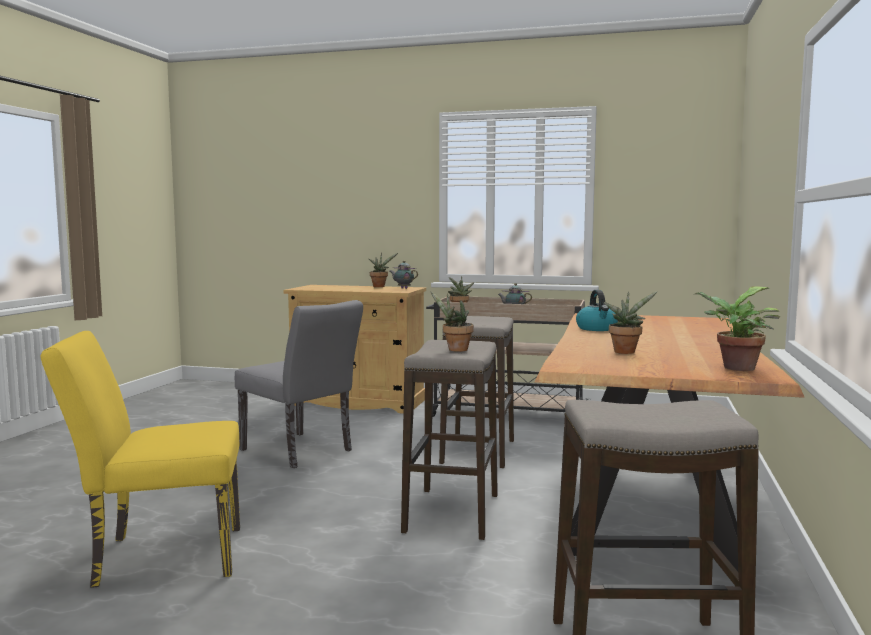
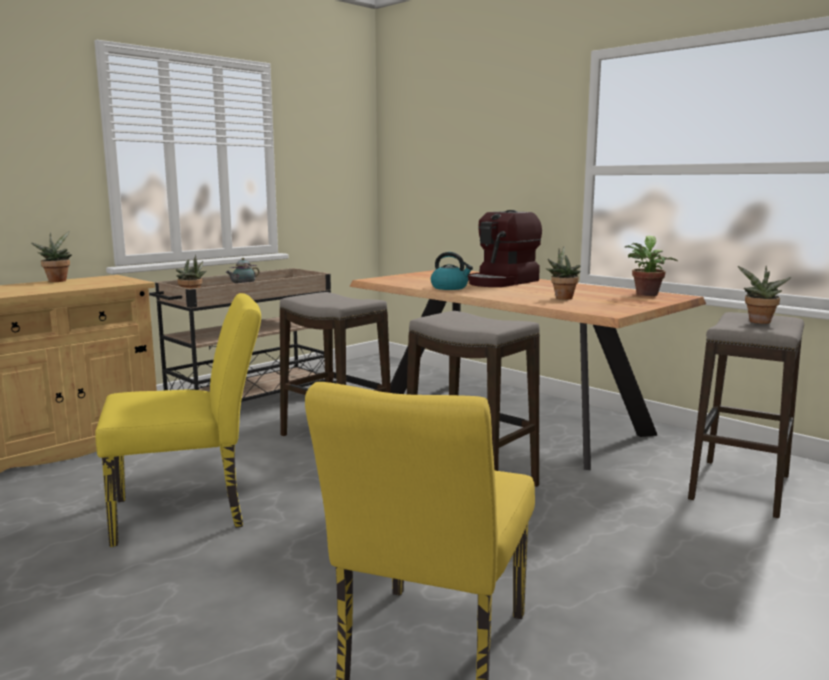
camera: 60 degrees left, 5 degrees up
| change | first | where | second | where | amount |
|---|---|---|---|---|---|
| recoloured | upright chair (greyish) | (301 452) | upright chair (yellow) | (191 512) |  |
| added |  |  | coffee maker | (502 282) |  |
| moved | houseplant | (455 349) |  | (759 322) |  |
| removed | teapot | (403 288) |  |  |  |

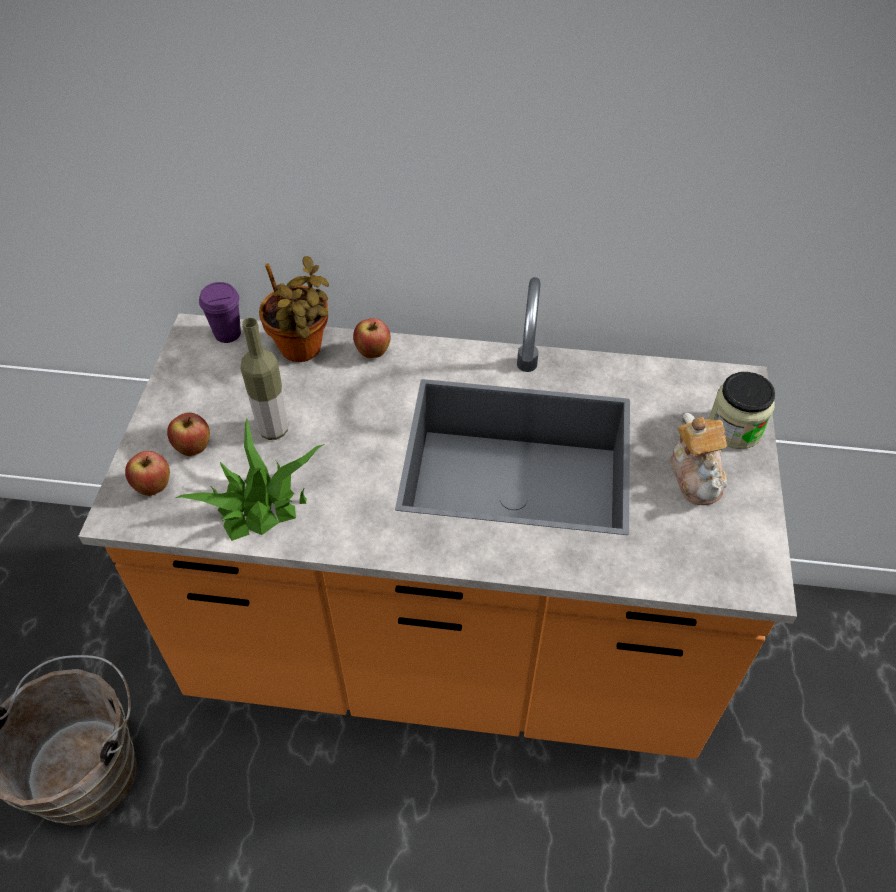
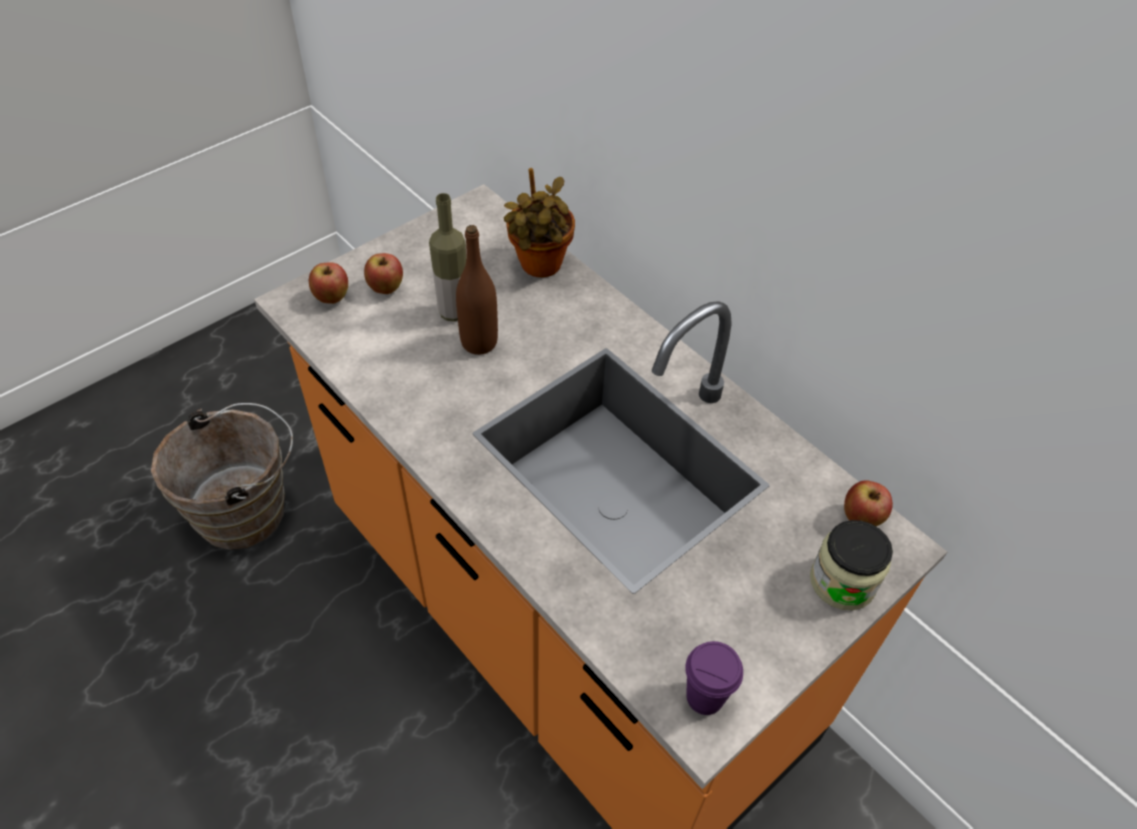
camera: 40 degrees right, 0 degrees up
| change | first | where | second | where | amount |
|---|---|---|---|---|---|
| added |  |  | drink bottle (brown) | (479 342) |  |
| moved | cup (purplish) | (227 334) |  | (705 697) |  |
| moved | whole apple | (373 353) |  | (861 519) |  |
| removed | houseplant | (259 504) |  |  |  |
| removed | teapot | (696 475) |  |  |  |

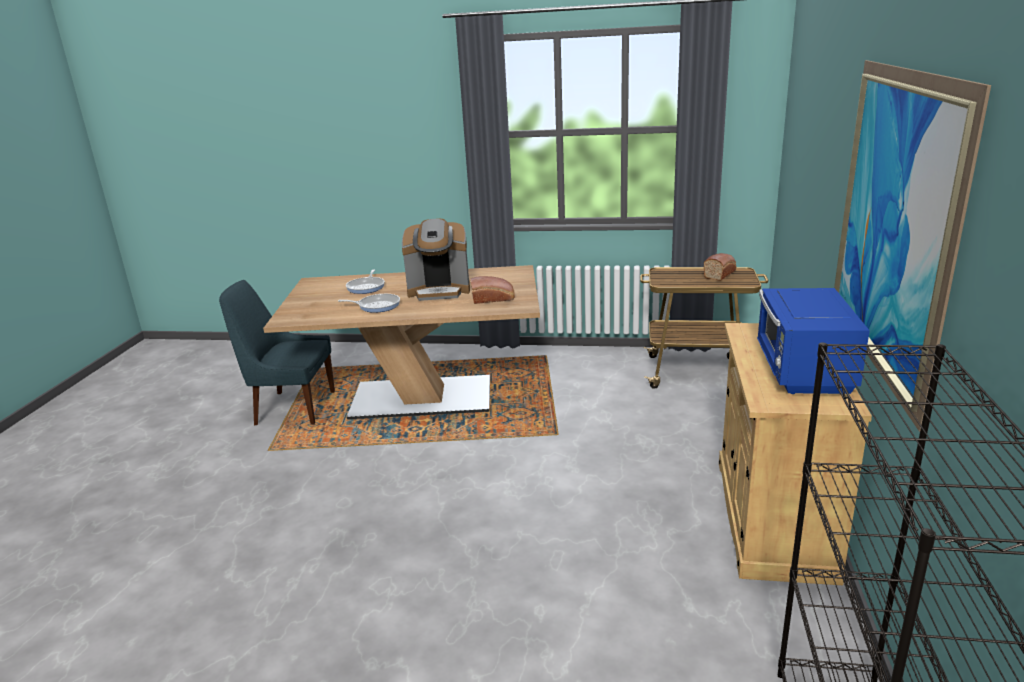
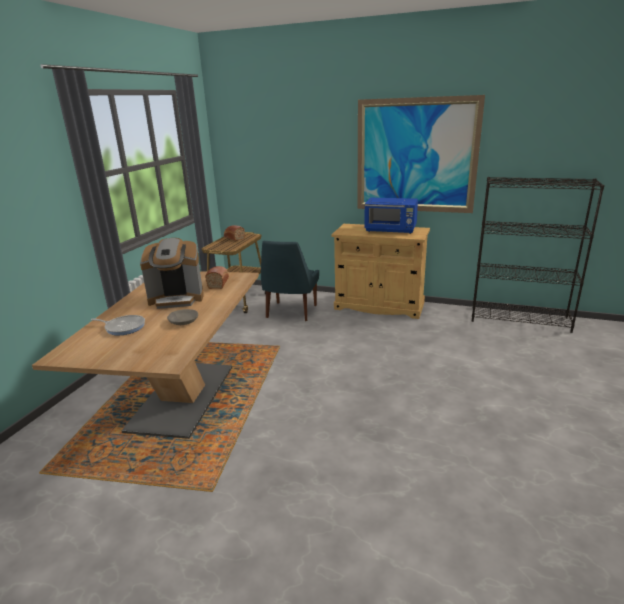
camera: 80 degrees left, 0 degrees up
| change | first | where | second | where | amount |
|---|---|---|---|---|---|
| turned | coffee maker | (439 291) |  | (177 299) | 75 degrees clockwise |
| replaced | pan | (377 306) | serving bowl (greyish) | (183 321) |  |
| moved | upright chair (bluish) | (292 408) |  | (291 312) |  |

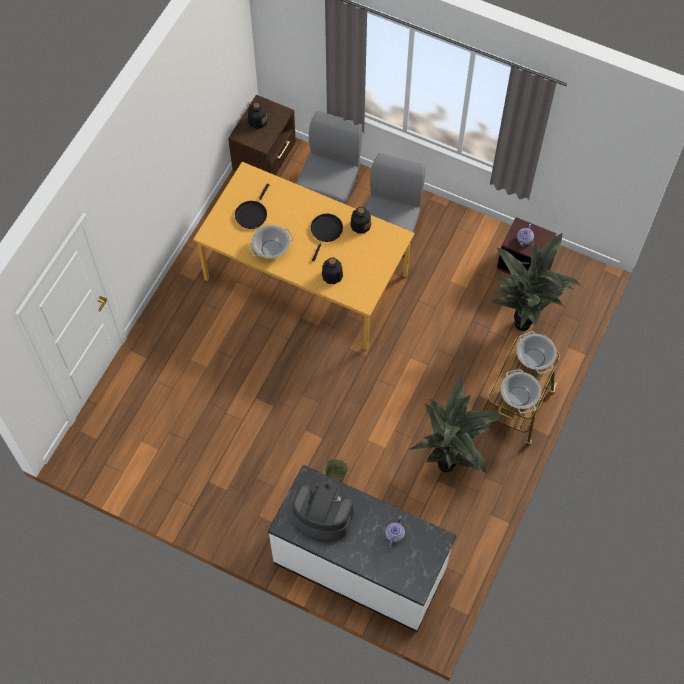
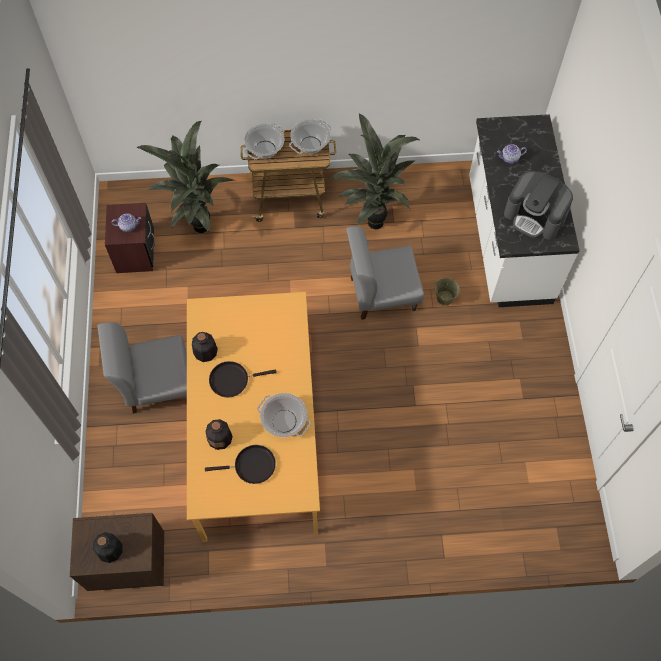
camera: 120 degrees left, 0 degrees up
| change | first | where | second | where | amount |
|---|---|---|---|---|---|
| moved | drink bottle | (332 275) |  | (220 437) |  |
| moved | upright chair (greyish) | (329 189) |  | (382 293) |  |
| turned | coffee maker | (322 516) |  | (535 216) | 45 degrees counterclockwise |

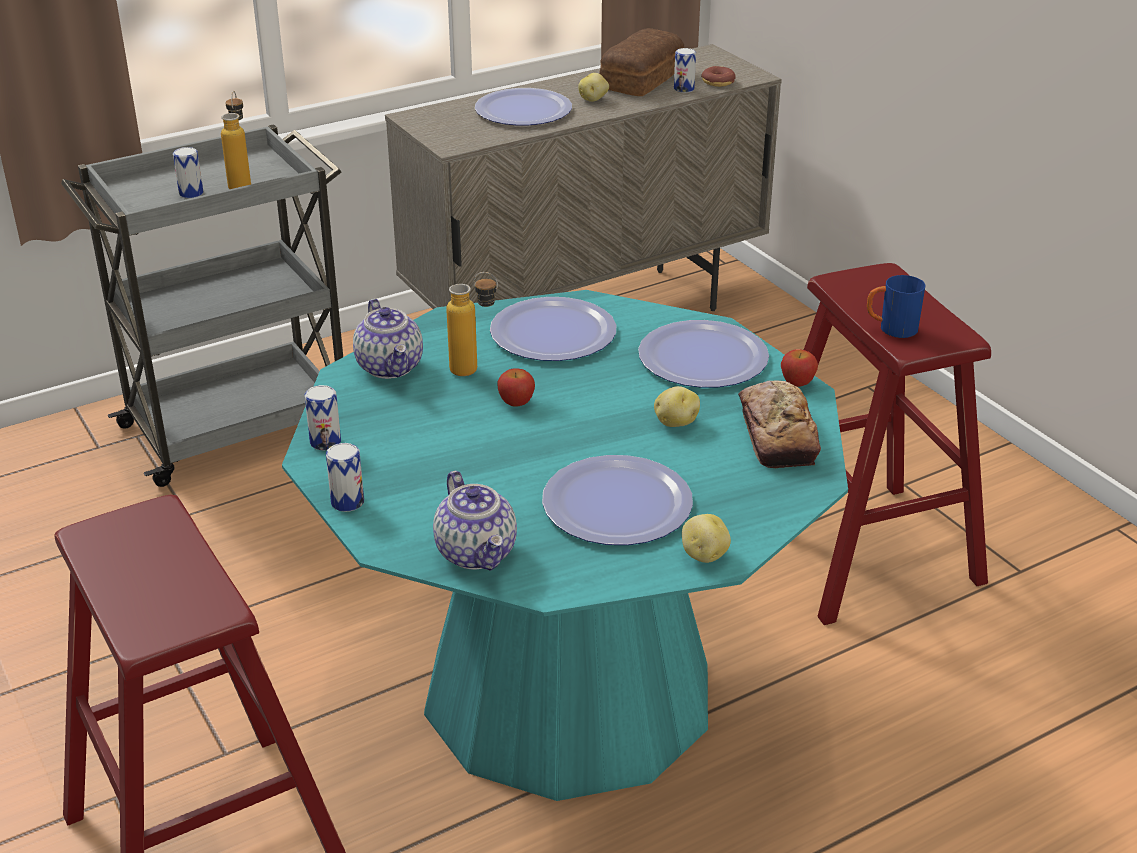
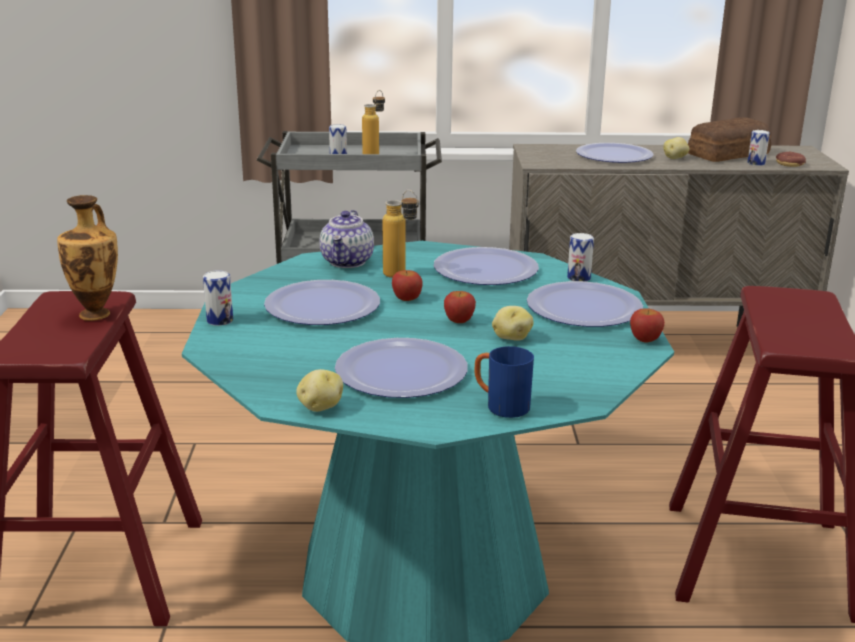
camera: 30 degrees right, 10 degrees down
| change | first | where | second | where | amount |
|---|---|---|---|---|---|
| added |  |  | decorative vase | (97 314) |  |
| added |  |  | dinner plate | (322 306) |  |
| moved | potato | (703 555) |  | (320 407) |  |
| added |  |  | whole apple | (459 321) |  |
| moved | coffee mug (bluish) | (891 329) |  | (500 406) |  |
| moved | metal can | (325 442) |  | (578 278) |  |
| removed | teapot | (477 553) |  |  |  |
| removed | bakery bread | (777 435) |  |  |  |

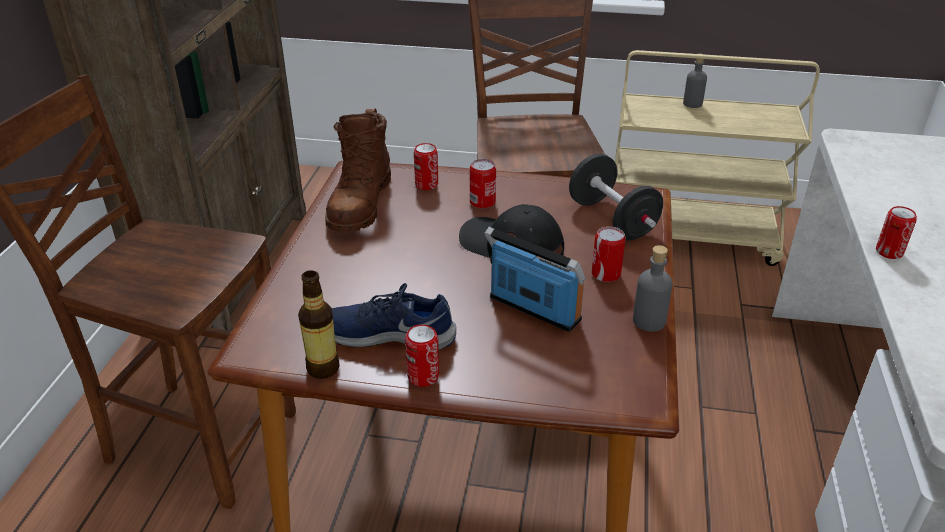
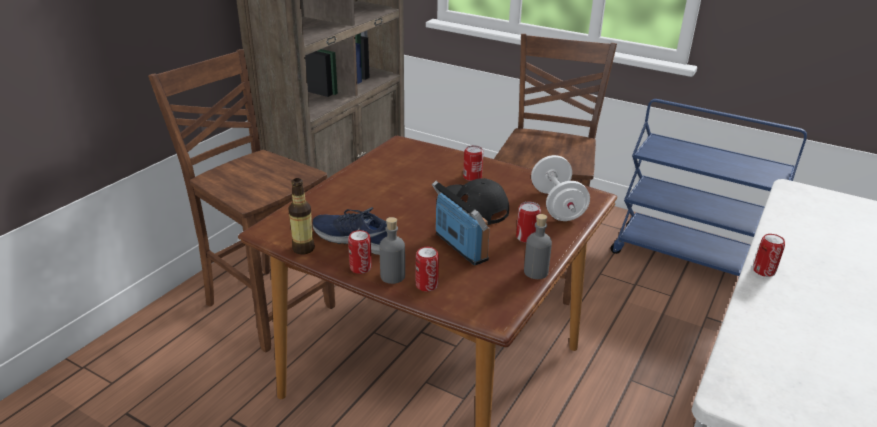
camera: 20 degrees right, 5 degrees down
| change | first | where | second | where | amount |
|---|---|---|---|---|---|
| moved | drink bottle (greyish) | (692 104) |  | (392 276) |  |
| moved | metal can | (426 185) |  | (426 285) |  |
| recoloured | free weight (blackish) | (612 219) | free weight (white-coloured) | (557 205) |  |
| recoloured | wheeled cart (beige) | (689 238) | wheeled cart (bluish) | (689 259) |  |
| removed | high-top boot (brown) | (360 204) |  |  |  |

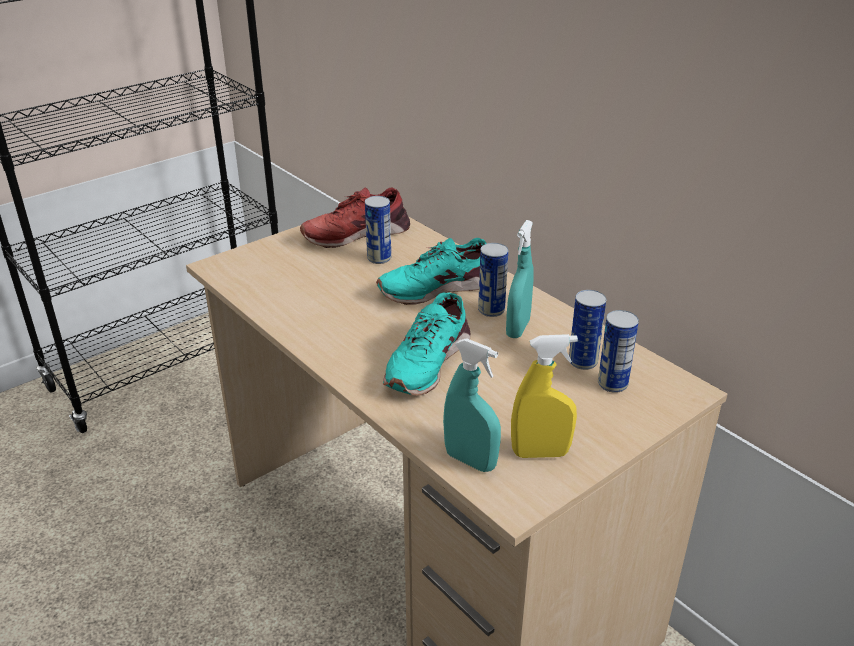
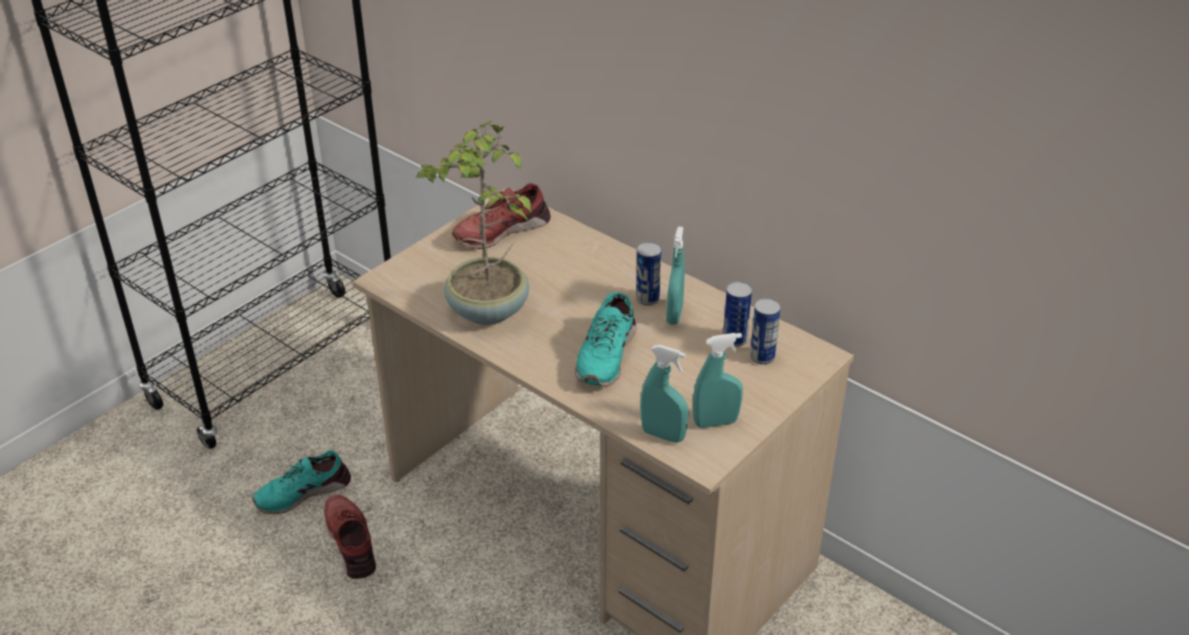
camera: 10 degrees left, 5 degrees up
| change | first | where | second | where | amount |
|---|---|---|---|---|---|
| moved | shoe (turquoise) | (437 287) |  | (302 492) |  |
| added |  |  | shoe (reddish) | (352 541) |  |
| added |  |  | houseplant | (487 311) |  |
| recoloured | sprayer (yellow) | (540 453) | sprayer (turquoise) | (715 422) |  |
| removed | metal can | (379 258) |  |  |  |

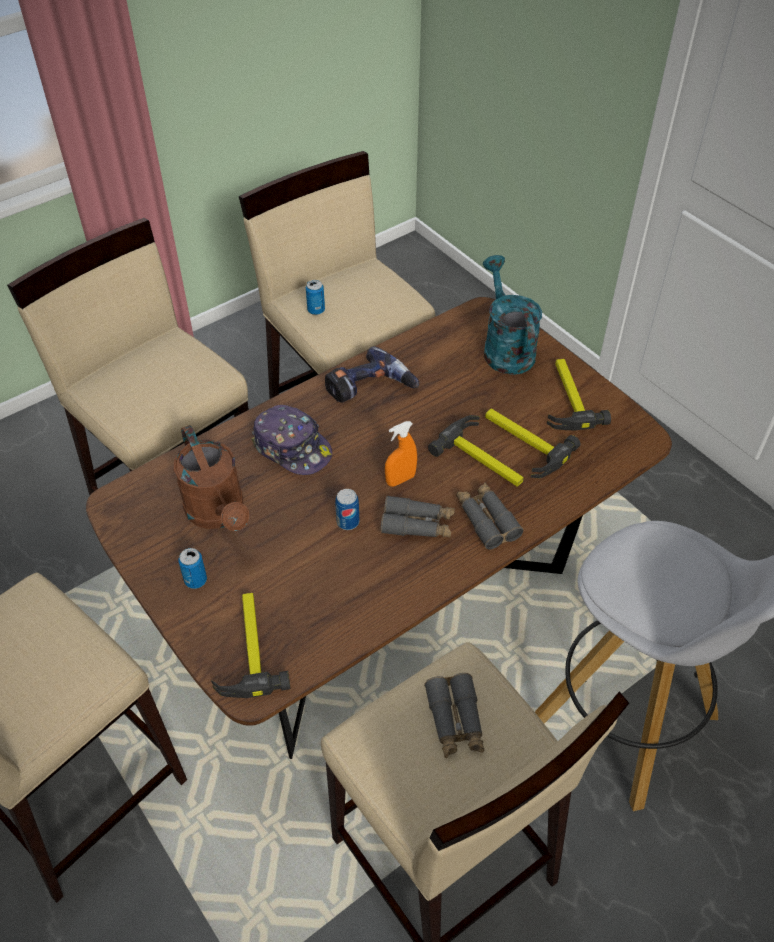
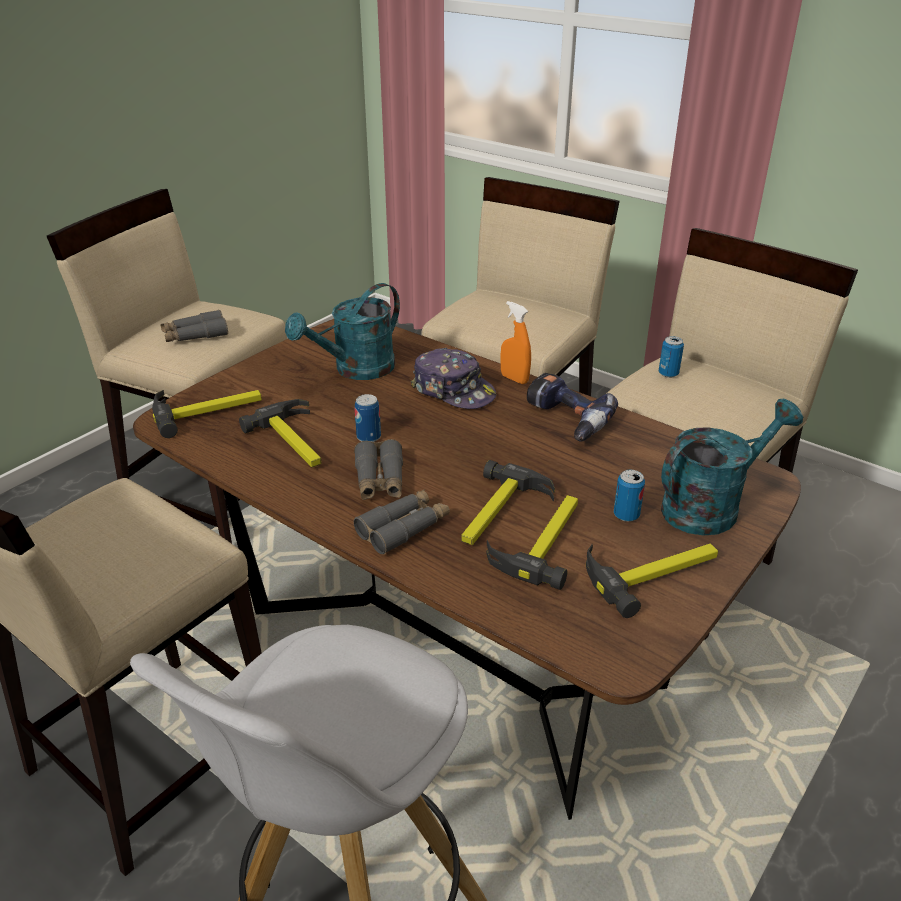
camera: 75 degrees right, 15 degrees down
| change | first | where | second | where | amount |
|---|---|---|---|---|---|
| moved | binoculars (greyish) | (455 721) |  | (195 335) |  |
| added |  |  | hand hammer | (295 442) |  |
| recoloured | watering pot (brown) | (219 513) | watering pot (turquoise) | (356 370) |  |
| turned | peaked cap | (292 448) |  | (453 391) | 75 degrees counterclockwise |
| moved | sprayer (orange-coloured) | (400 480) |  | (514 379) |  |
| moved | metal can | (195 580) |  | (626 515) |  |

